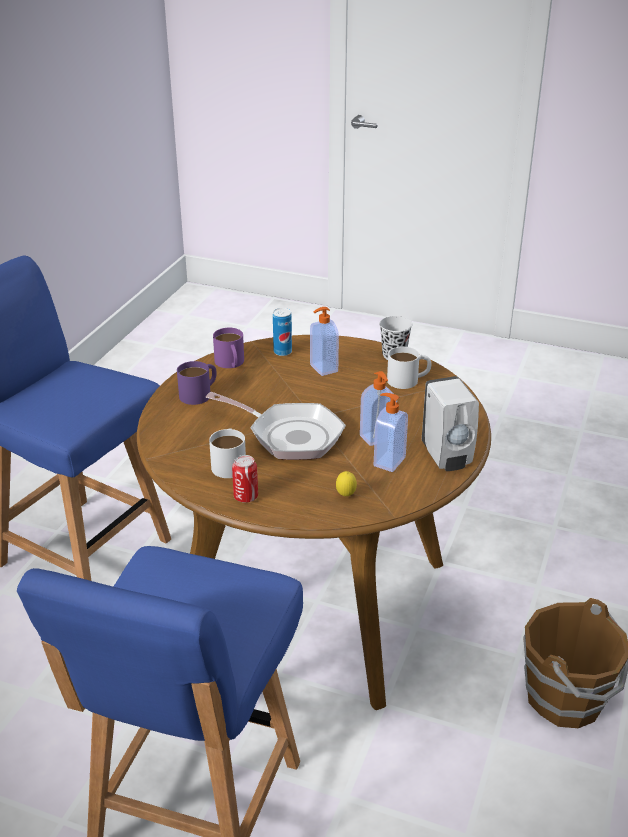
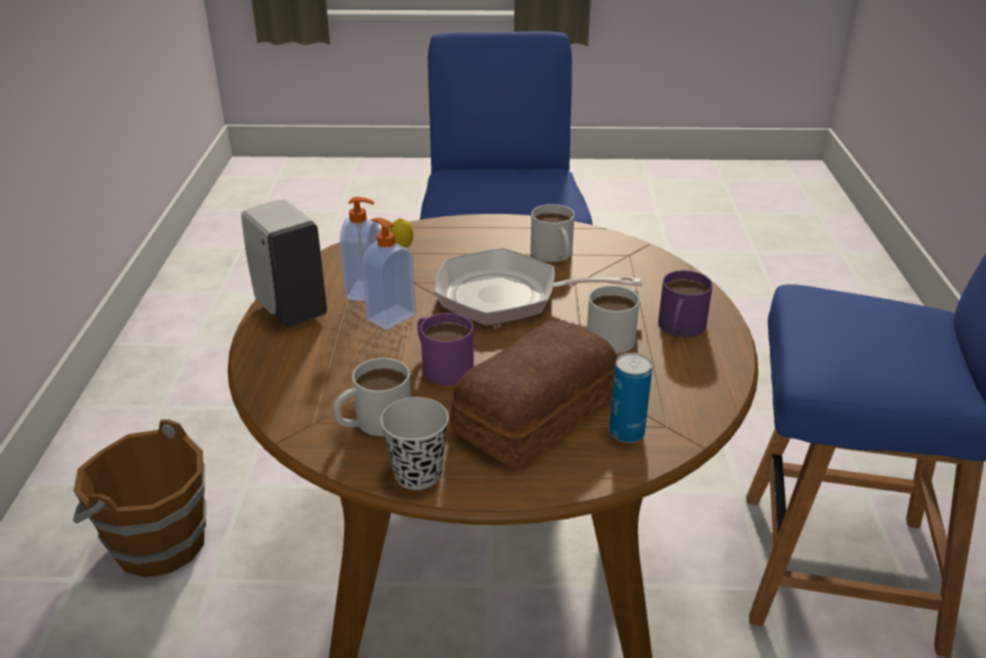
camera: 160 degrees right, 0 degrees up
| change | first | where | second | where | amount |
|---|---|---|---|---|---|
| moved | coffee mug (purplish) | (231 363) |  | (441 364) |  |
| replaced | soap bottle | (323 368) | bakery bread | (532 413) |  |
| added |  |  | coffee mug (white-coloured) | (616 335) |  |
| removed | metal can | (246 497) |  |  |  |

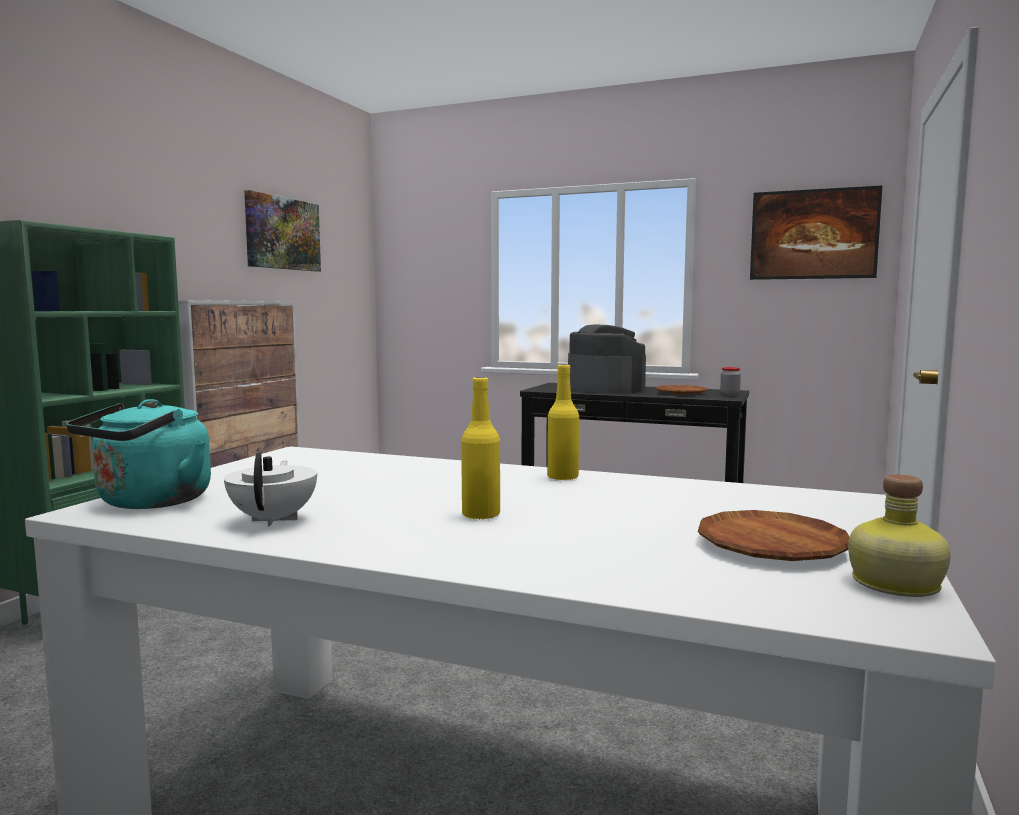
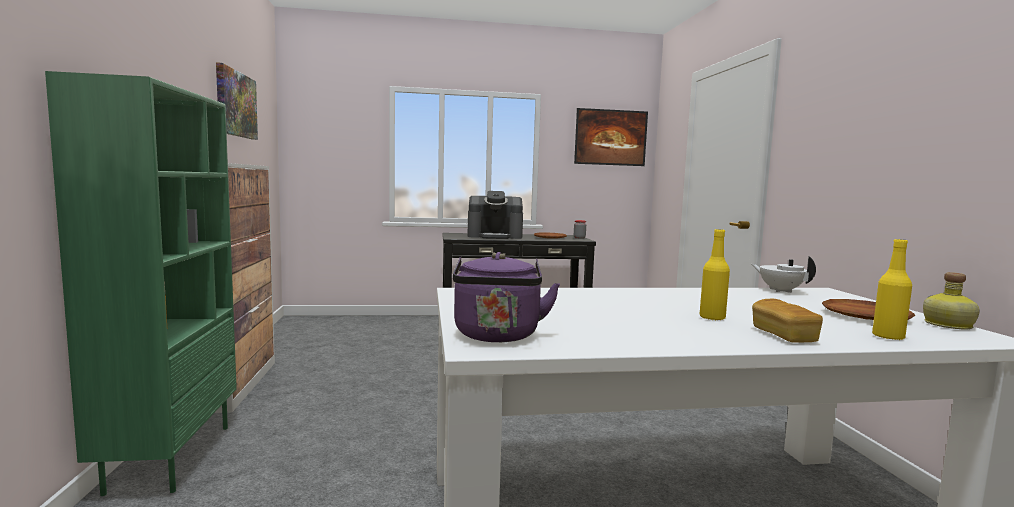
camera: 30 degrees left, 0 degrees up
| change | first | where | second | where | amount |
|---|---|---|---|---|---|
| recoloured | tea kettle (turquoise) | (149 502) | tea kettle (purplish) | (497 336) |  |
| turned | coffee maker | (604 388) |  | (495 236) | 150 degrees clockwise |
| moved | teapot (white-coloured) | (274 519) |  | (780 290) |  |
| added |  |  | bakery bread | (783 336) |  |
| moved | drink bottle (yellow) | (562 477) |  | (888 337) |  |

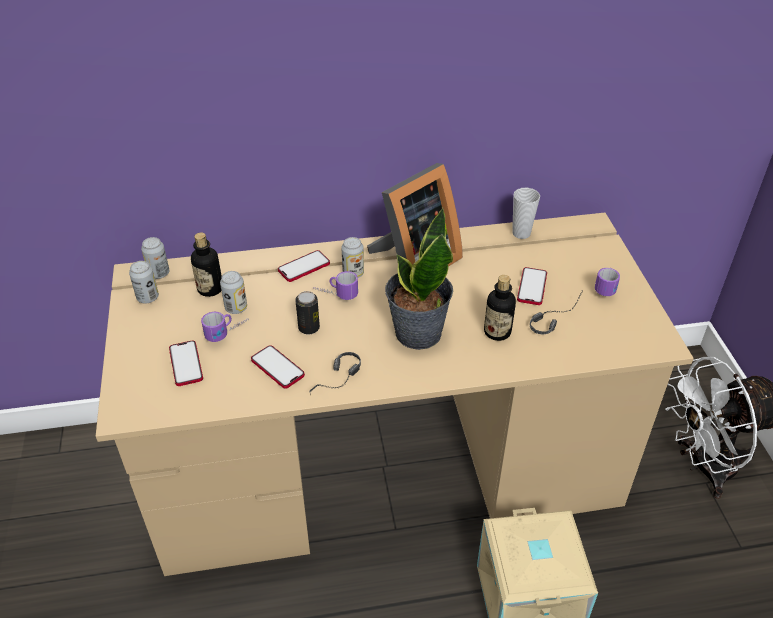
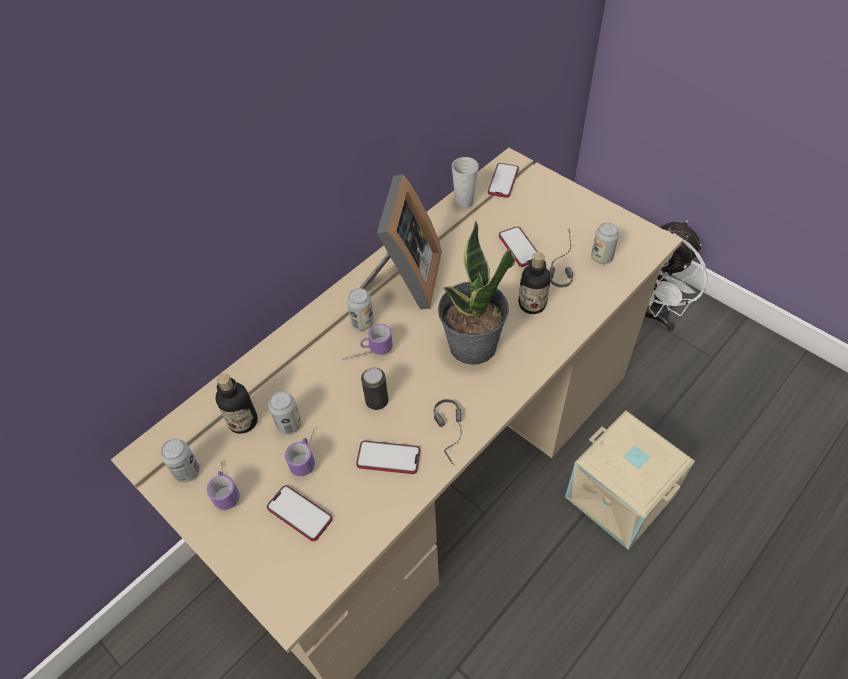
camera: 35 degrees left, 10 degrees up
| change | first | where | second | where | amount |
|---|---|---|---|---|---|
| moved | coffee mug | (606 286) |  | (226 487) |  |
| moved | telephone | (304 267) |  | (503 181) |  |
| moved | metal can | (159 273) |  | (601 258) |  |

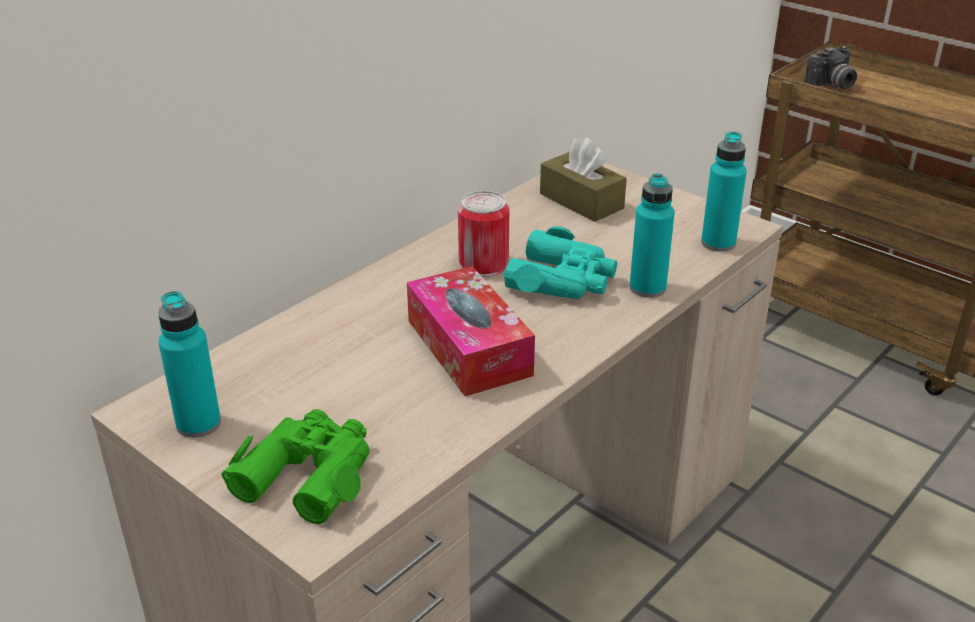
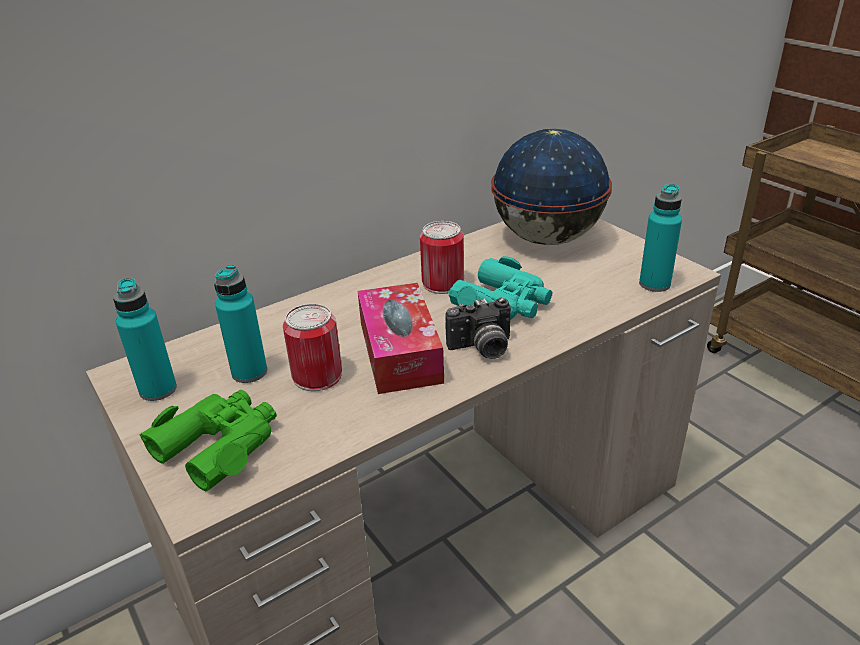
camera: 15 degrees right, 0 degrees up
| change | first | where | second | where | amount |
|---|---|---|---|---|---|
| moved | drink bottle (turquoise) | (647 288) |  | (249 372) |  |
| added |  |  | metal can | (317 376) |  |
| moved | still camera | (831 86) |  | (482 349) |  |
| replaced | tissue holder (brown) | (581 201) | world globe | (546 239) |  |

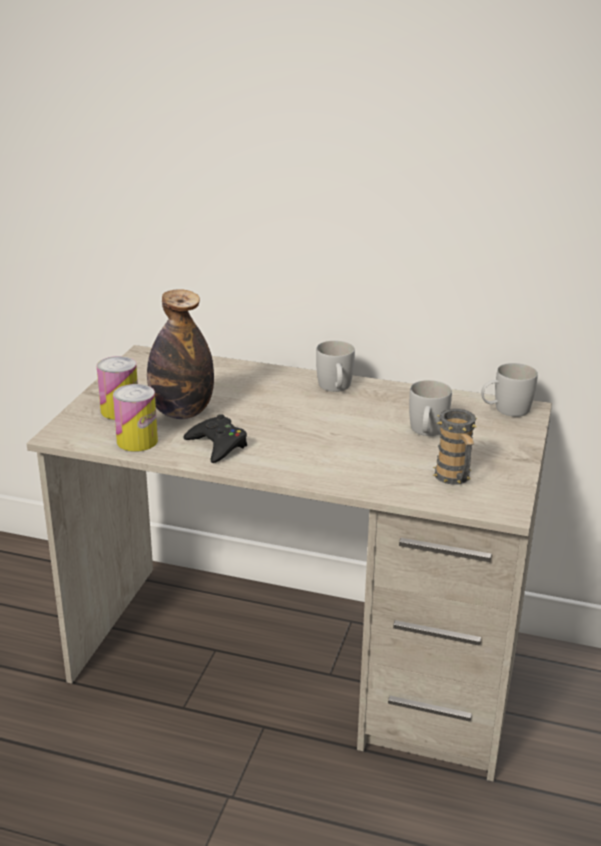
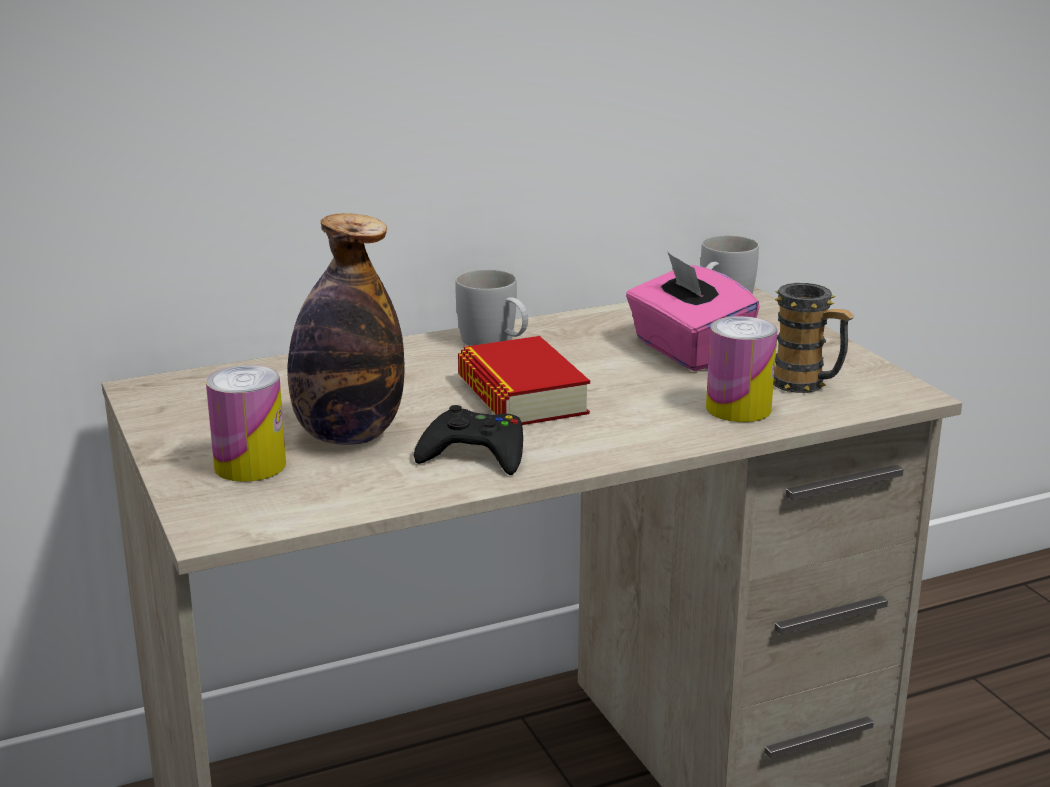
camera: 40 degrees left, 5 degrees down
| change | first | where | second | where | amount |
|---|---|---|---|---|---|
| added |  |  | book | (522 396) |  |
| replaced | coffee mug (white-coloured) | (427 432) | tissue holder (pink) | (687 351) |  |
| moved | metal can | (137 441) |  | (738 408) |  |

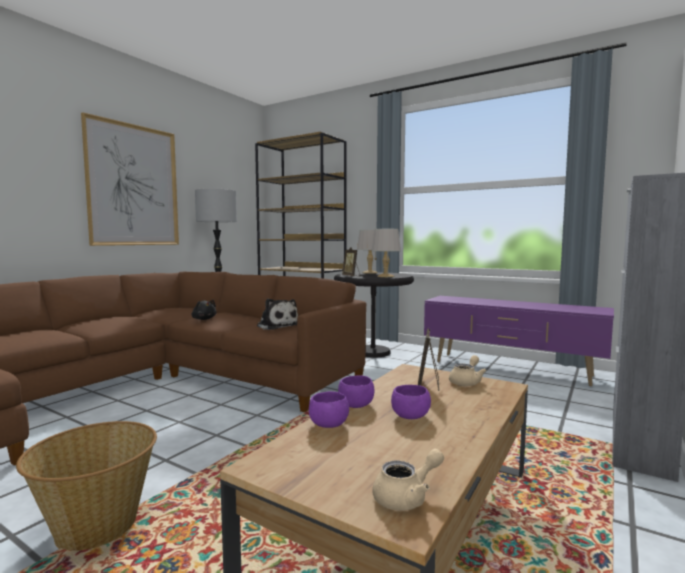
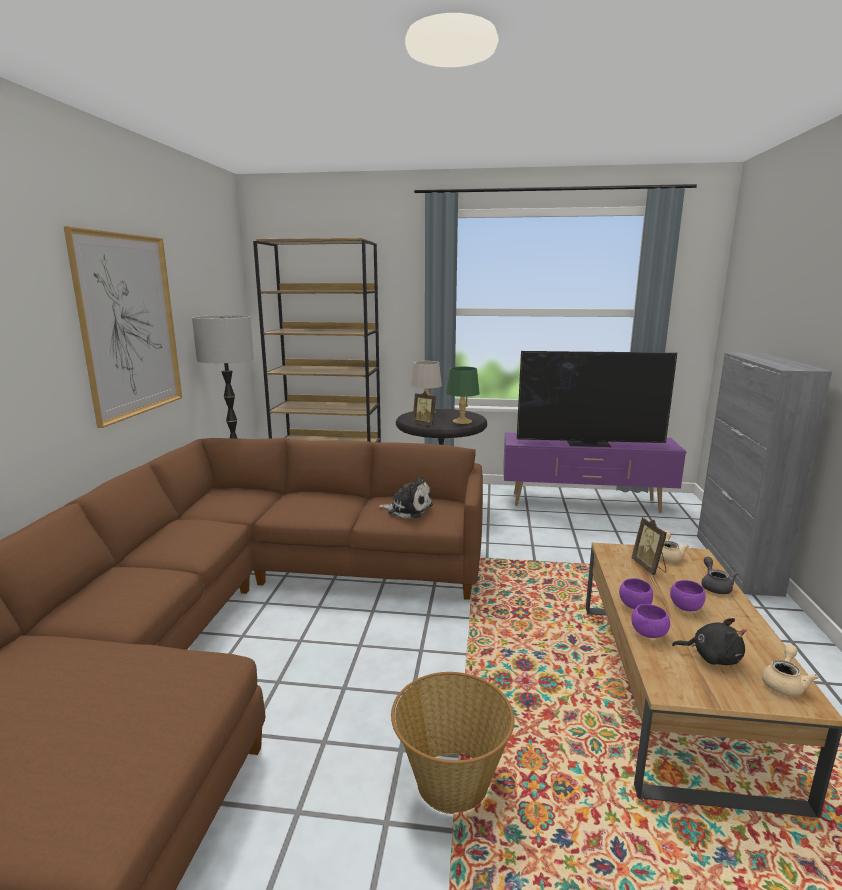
camera: 25 degrees left, 10 degrees up
| change | first | where | second | where | amount |
|---|---|---|---|---|---|
| recoloured | table lamp (greyish) | (386 276) | table lamp (greenish) | (462 421) |  |
| added |  |  | television | (589 443) |  |
| moved | cuddly toy (blackish) | (204 319) |  | (712 657) |  |
| added |  |  | teapot (greyish) | (715 586) |  |

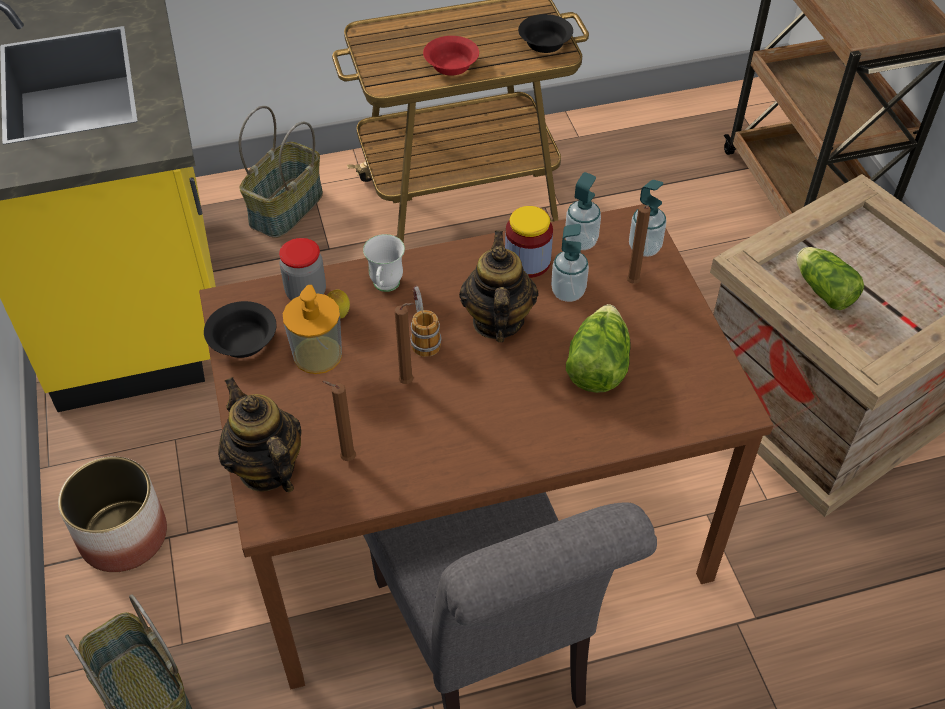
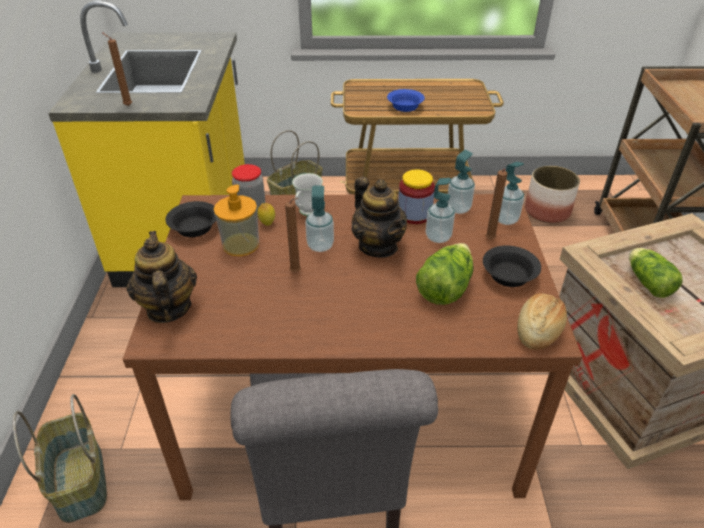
camera: 15 degrees right, 10 degrees down
| change | first | where | second | where | amount |
|---|---|---|---|---|---|
| moved | wax light (brown) | (345 458) |  | (127 106) |  |
| replaced | coffee mug | (423 336) | soap bottle | (320 246) |  |
| turned | teapot | (497 321) |  | (378 246) | 135 degrees clockwise |
| recoloured | serving bowl (reddish) | (451 65) | serving bowl (bluish) | (405 106) |  |
| moved | serving bowl (blackish) | (545 42) |  | (509 275) |  |
| added |  |  | bakery bread | (539 330) |  |
| moved | plant pot | (124 536) |  | (547 211) |  |

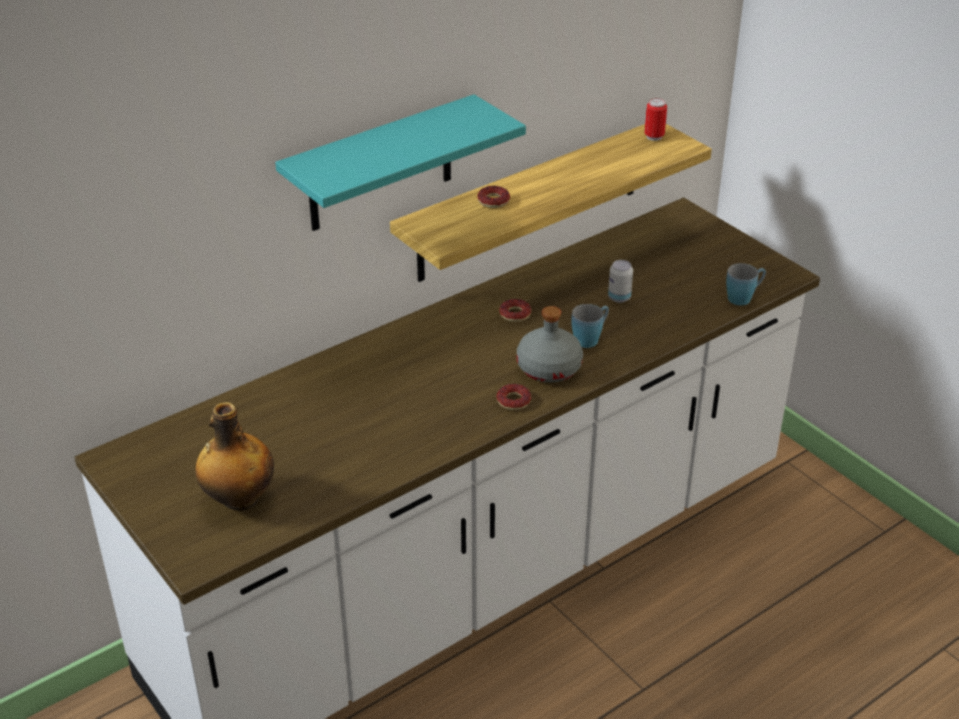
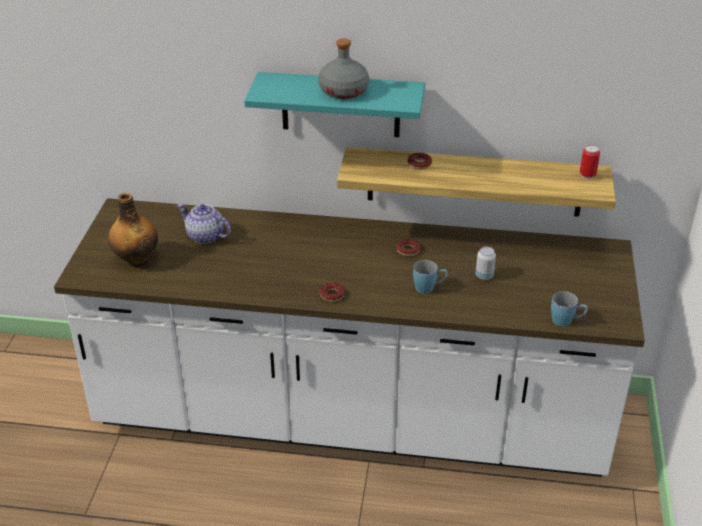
camera: 45 degrees right, 0 degrees up
| change | first | where | second | where | amount |
|---|---|---|---|---|---|
| added |  |  | teapot | (204 236) |  |
| moved | drink bottle (greyish) | (550 368) |  | (344 91) |  |

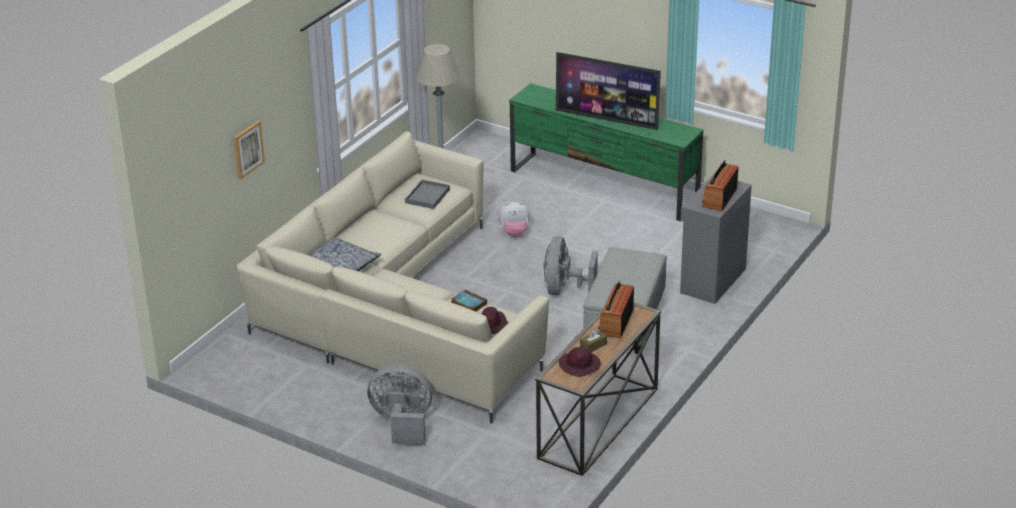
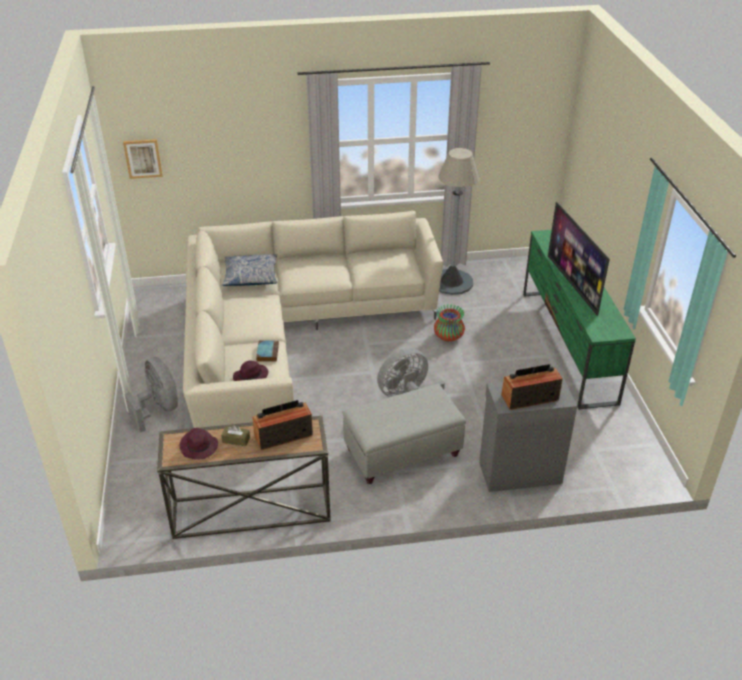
camera: 50 degrees right, 5 degrees up
| change | first | where | second | where | amount |
|---|---|---|---|---|---|
| moved | wall art | (247 149) |  | (143 158) |  |
| replaced | cuddly toy | (514 233) | decorative vase | (448 336) |  |
| removed | carrying tray (greyish) | (427 196) |  |  |  |

